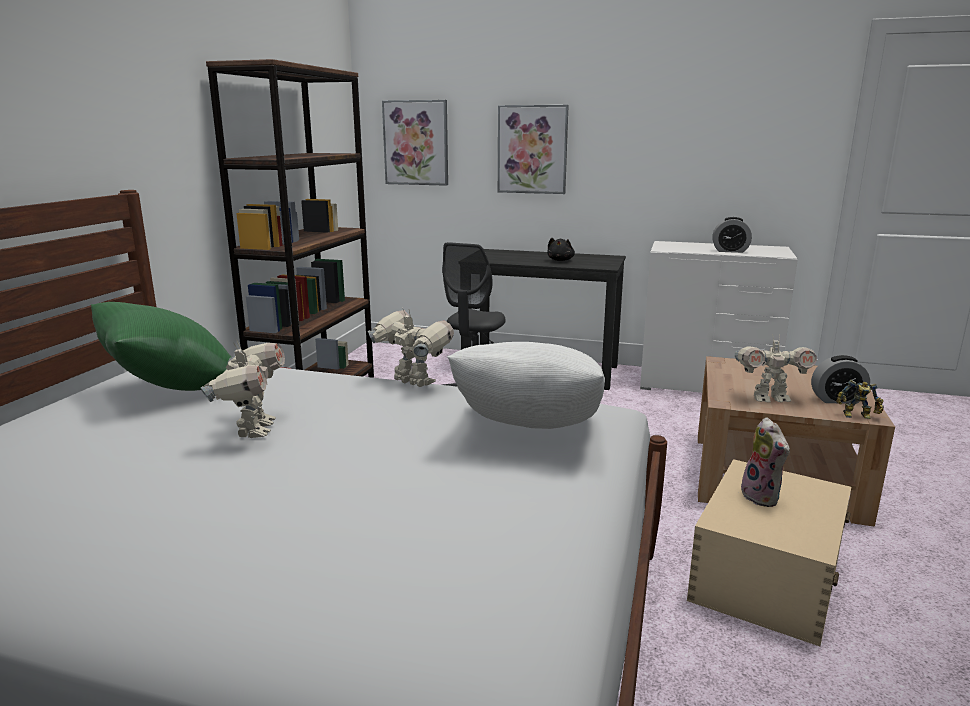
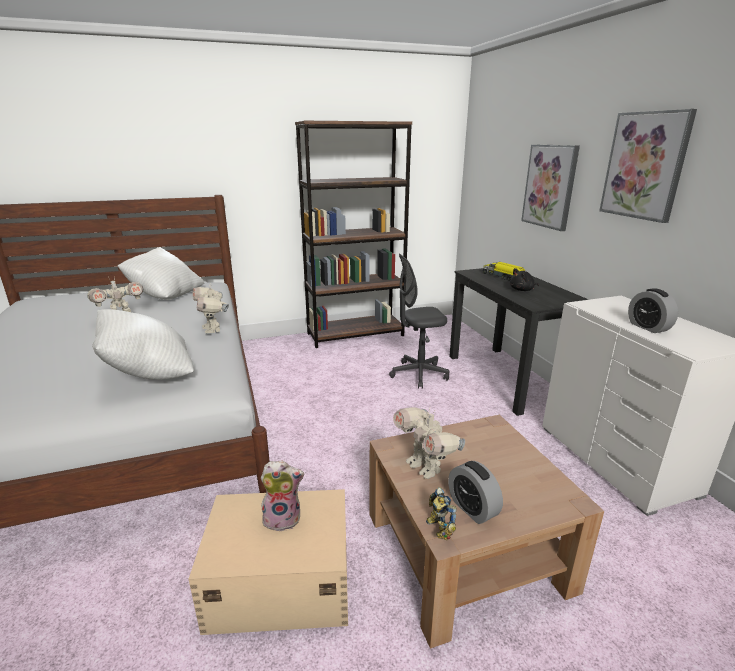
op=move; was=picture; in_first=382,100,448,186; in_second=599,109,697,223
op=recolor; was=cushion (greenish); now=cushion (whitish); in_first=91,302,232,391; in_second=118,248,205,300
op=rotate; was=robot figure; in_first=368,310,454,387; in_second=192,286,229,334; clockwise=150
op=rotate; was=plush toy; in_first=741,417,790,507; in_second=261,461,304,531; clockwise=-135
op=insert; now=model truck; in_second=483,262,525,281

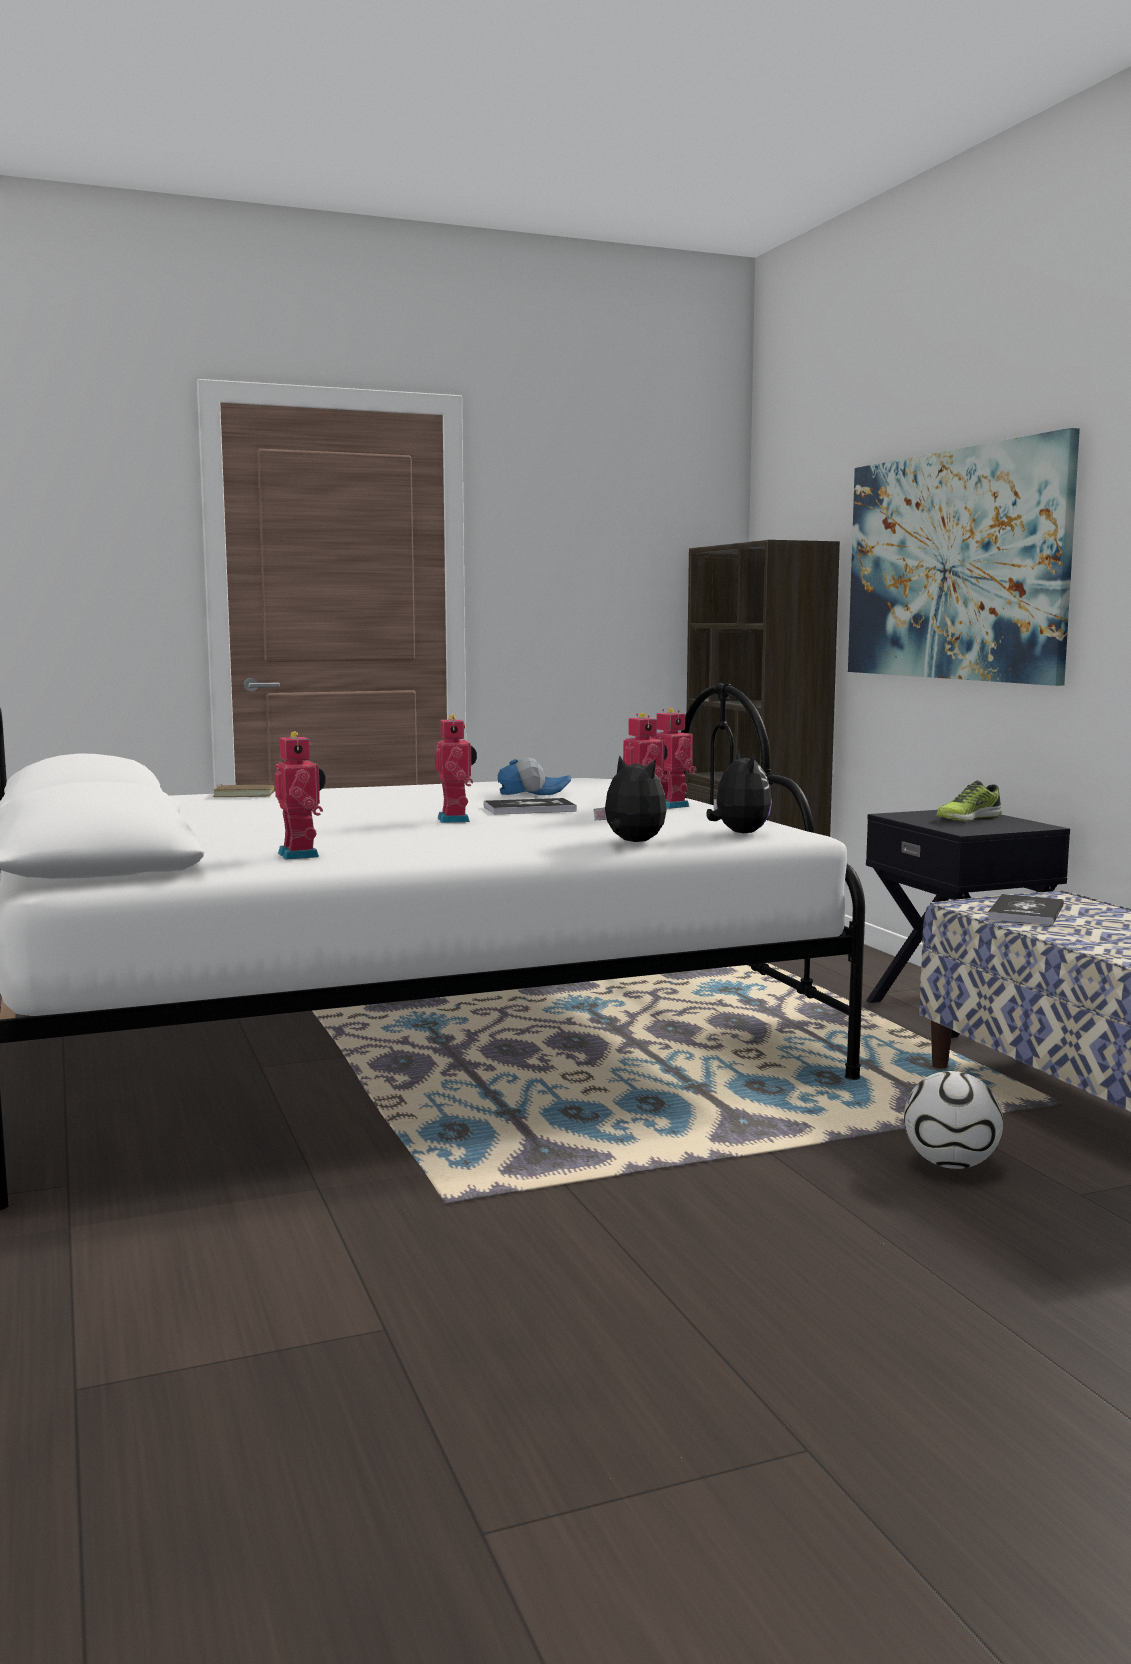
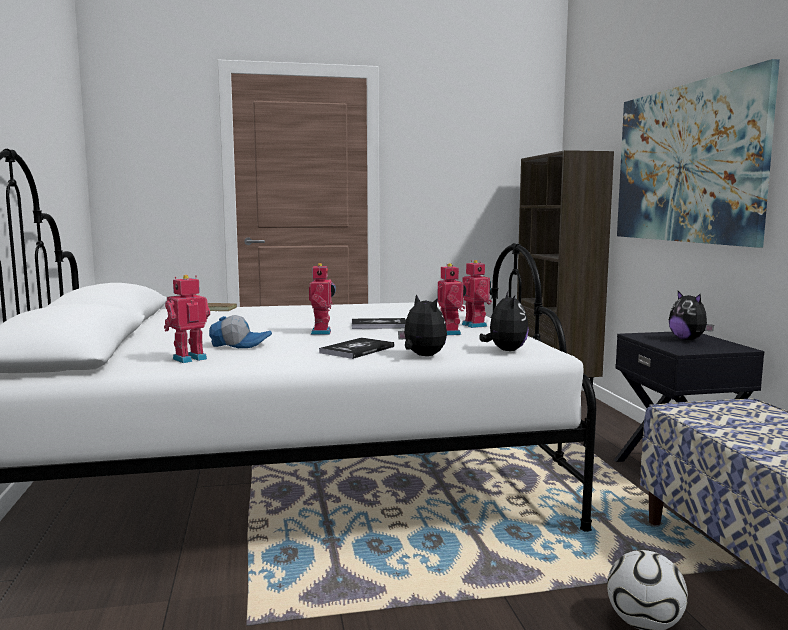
op=rotate; was=robot figure; in_first=275,731,326,860; in_second=164,275,210,363; clockwise=-120
op=move; was=cap; in_first=497,757,571,795; in_second=209,315,272,348
op=replace; was=item of footwear; now=plush toy; in_first=937,780,1002,821; in_second=669,291,714,340
op=move; was=book; in_first=988,894,1064,925; in_second=319,337,394,359

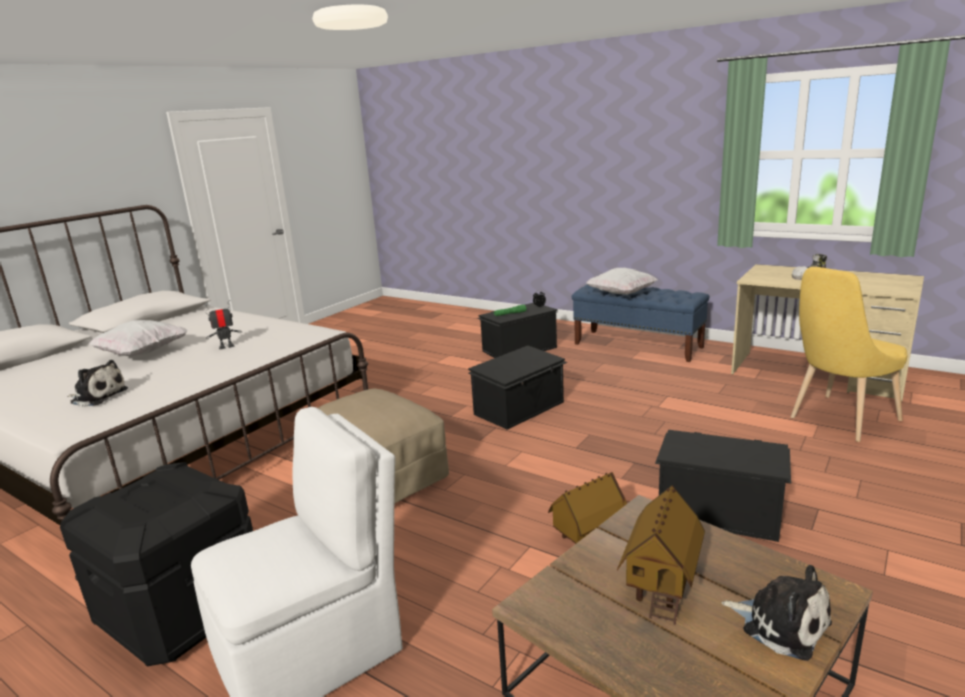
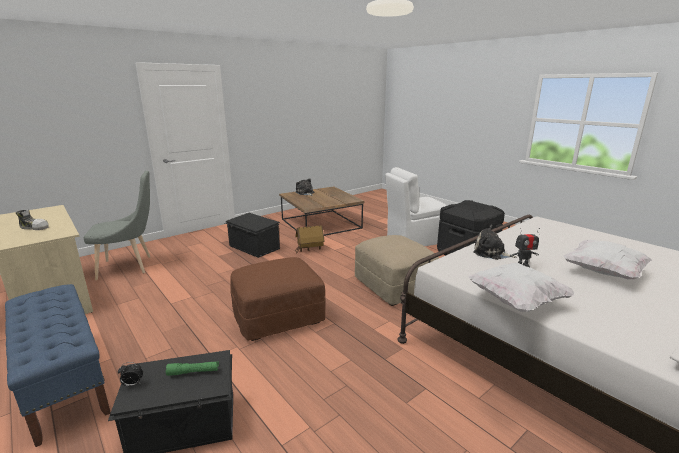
op=recolor; was=upright chair (yellowish); now=upright chair (greyish); in_first=791,267,907,442; in_second=84,171,150,280
op=move; was=cushion (whitish); in_first=586,268,658,295; in_second=469,263,575,312
op=replace; was=storage bin (blackish); now=pouffe (brown); in_first=468,346,568,430; in_second=230,257,325,341
op=move; was=plush toy; in_first=67,360,128,407; in_second=473,225,517,260
op=delete; was=model house; in_first=617,485,705,625

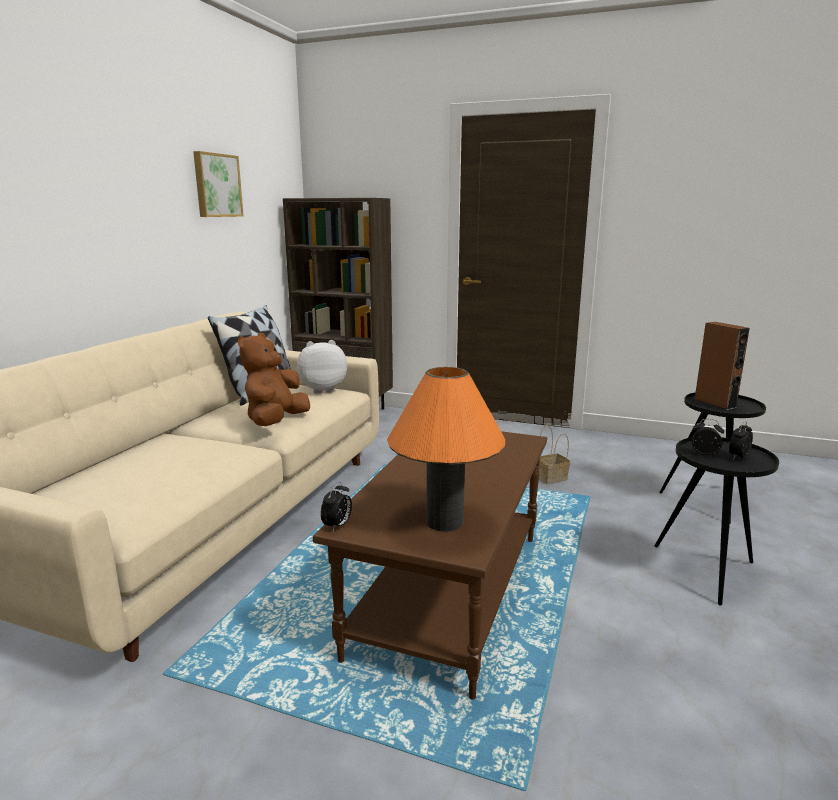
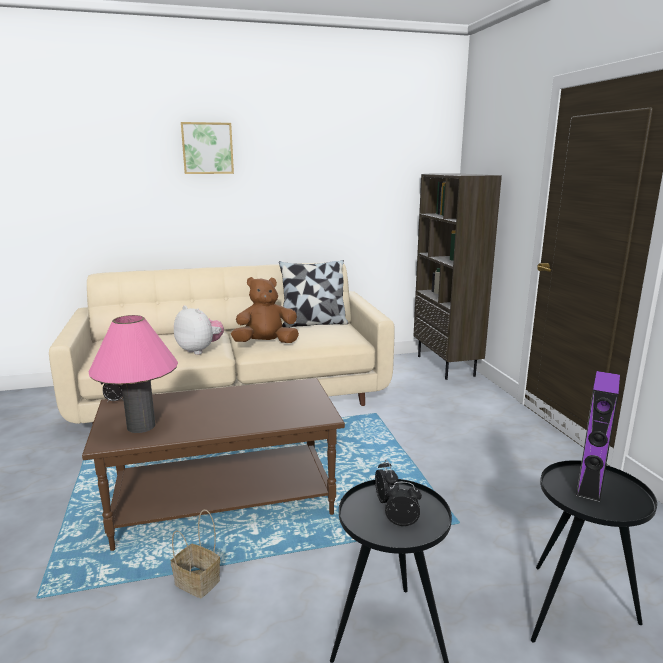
op=move; was=picture; in_first=193,151,244,217; in_second=181,122,234,174
op=recolor; was=loudspeaker (brown); now=loudspeaker (purplish); in_first=694,322,750,410; in_second=576,371,620,502
op=move; was=plush toy; in_first=297,340,347,394; in_second=174,305,224,355
op=recolor; was=table lamp (orange-coloured); now=table lamp (pink); in_first=387,367,505,532; in_second=89,315,178,433
op=move; was=basket; in_first=539,425,570,484; in_second=171,509,220,598

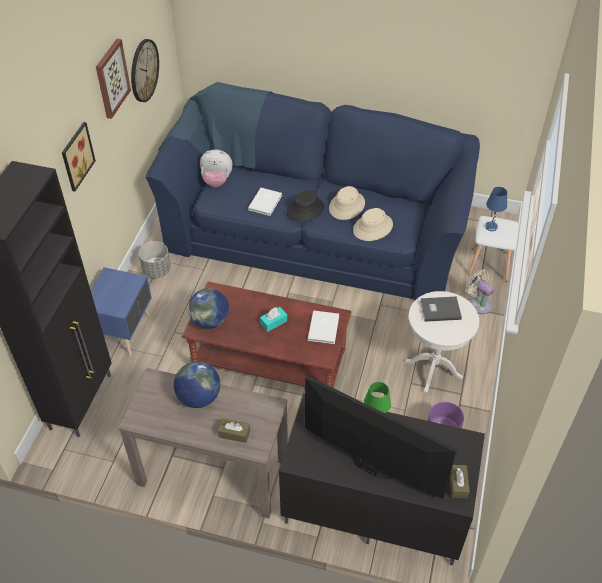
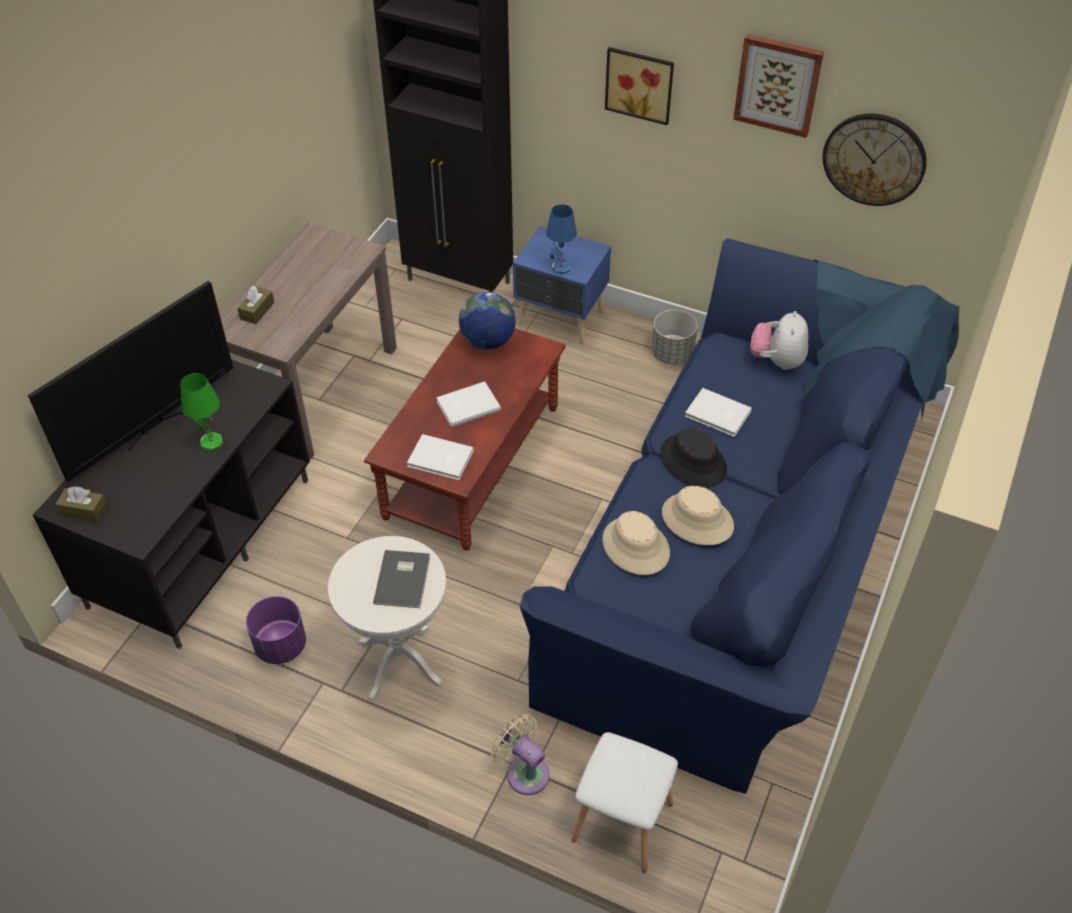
op=move; was=table lamp (blue-coloured); in_first=485,187,507,231; in_second=546,204,577,274
op=rotate; was=fan (beige); in_first=465,269,494,314; in_second=491,714,549,795; clockwise=-105
op=replace; was=tissue box (blue-green); now=book (whitish); in_first=260,307,287,332; in_second=436,381,501,427
op=delete; was=desk globe; in_first=174,361,220,408

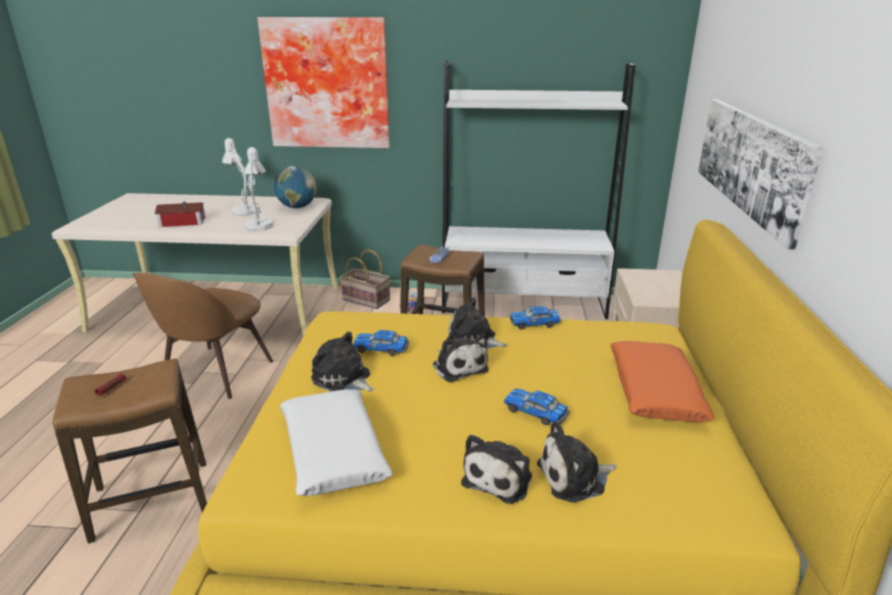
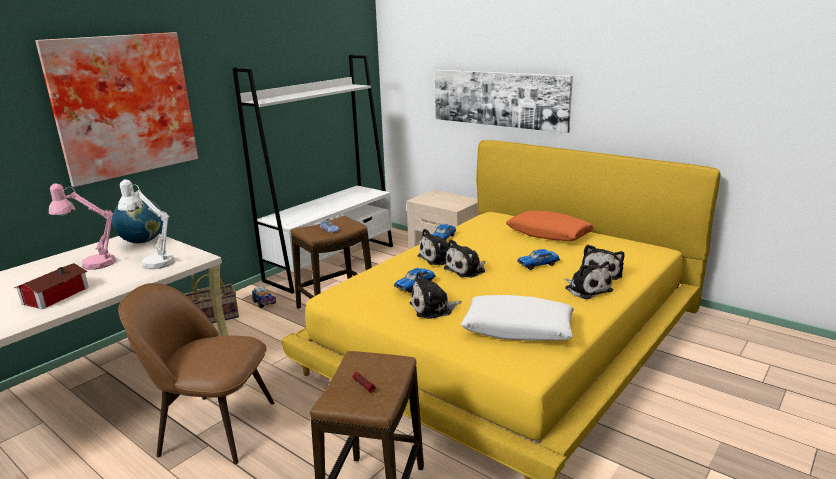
op=recolor; was=table lamp (whitish); now=table lamp (pink); in_first=222,138,258,216; in_second=49,183,116,270
op=rotate; was=upright chair (brown); in_first=133,273,273,399; in_second=118,283,274,464; clockwise=135
op=rotate; was=plush toy; in_first=433,334,489,382; in_second=444,239,486,278; clockwise=135

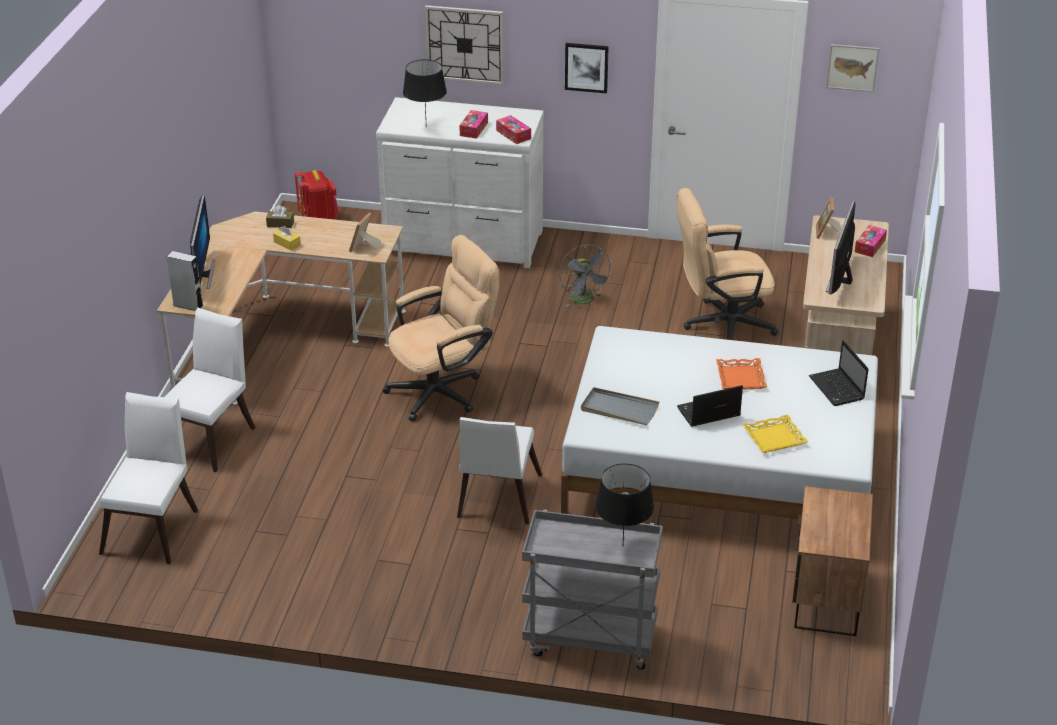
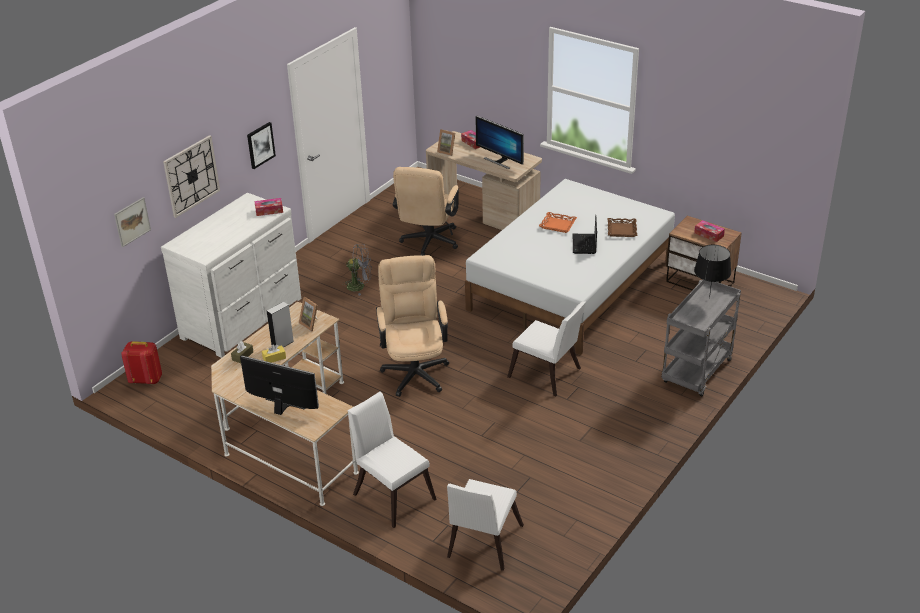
op=move; was=picture; in_first=826,44,879,92; in_second=114,197,151,247
op=delete; was=table lamp (blackish); in_first=403,59,447,117
op=move; was=tissue box; in_first=459,110,488,139; in_second=694,220,725,242
op=move; was=loudspeaker (greyish); in_first=167,251,203,311; in_second=267,302,294,348
op=delete; was=portable computer; in_first=809,340,869,406
op=delete; was=carrying tray (greyish); in_first=581,387,659,425
op=rotate; was=upright chair (whitish); in_first=99,392,198,564; in_second=447,479,524,571; clockwise=-105
op=recolor; was=carrying tray (yellowish); now=carrying tray (brown); in_first=743,415,809,453; in_second=607,218,637,237

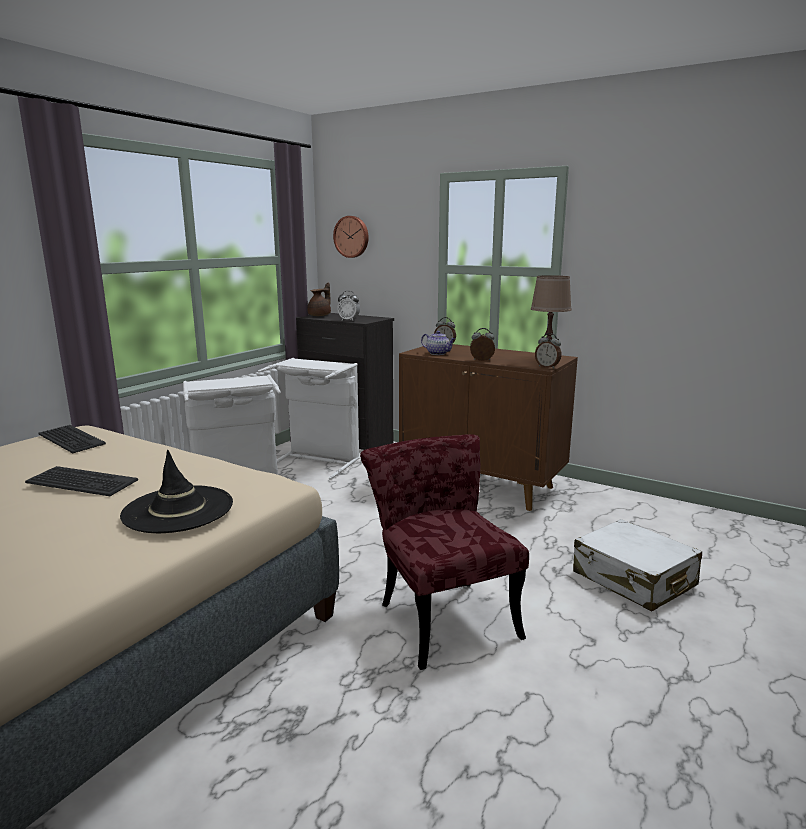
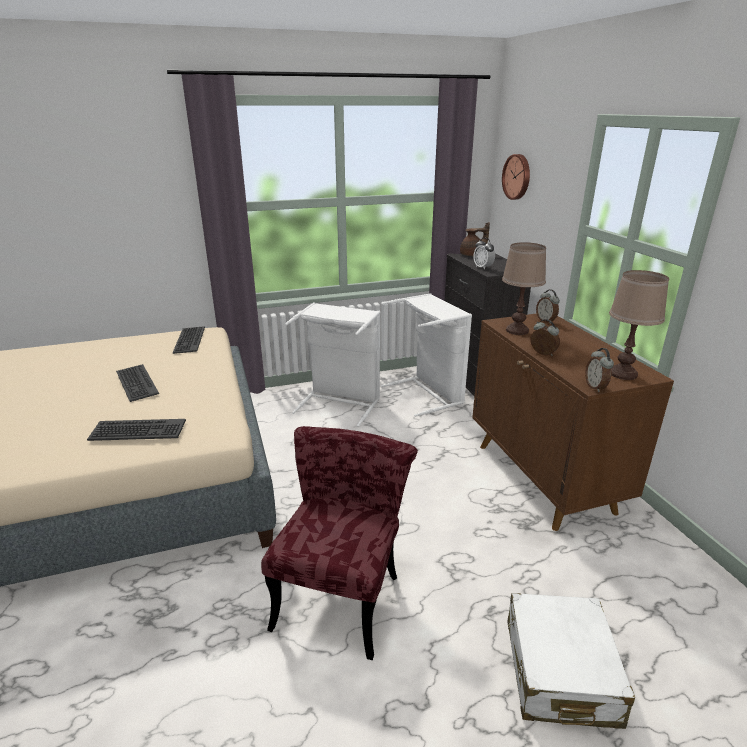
op=replace; was=pot for tea; now=table lamp (brown); in_first=421,331,456,355; in_second=502,242,546,335
op=replace; was=wearable hat (blackish); now=computer keyboard; in_first=120,450,233,533; in_second=87,419,186,441

